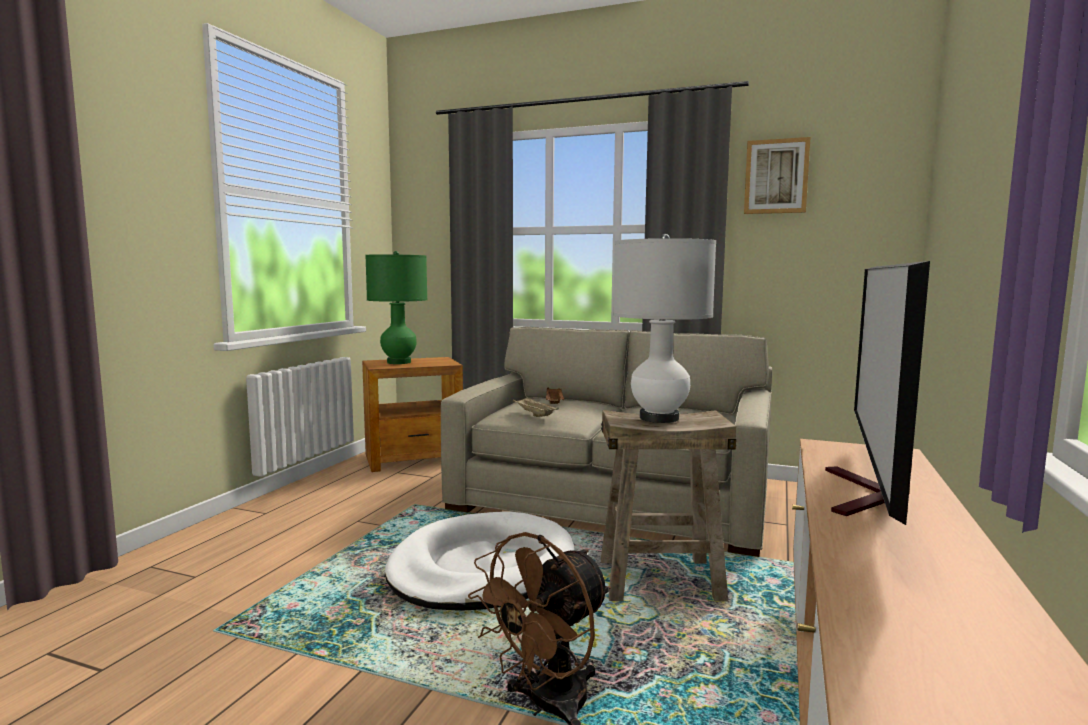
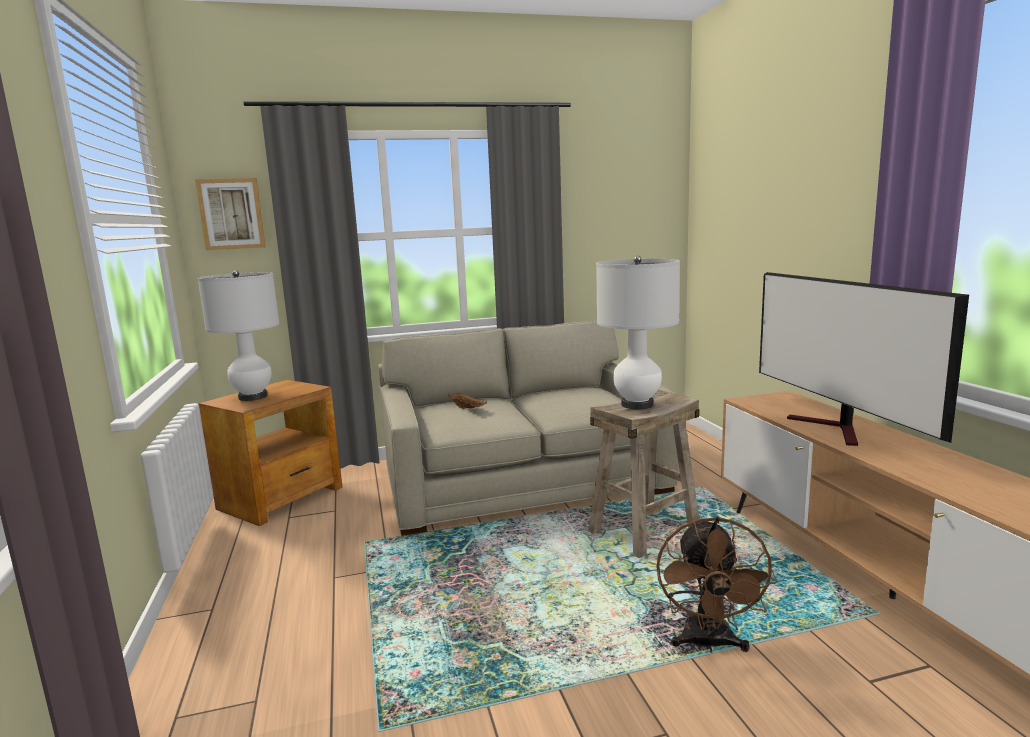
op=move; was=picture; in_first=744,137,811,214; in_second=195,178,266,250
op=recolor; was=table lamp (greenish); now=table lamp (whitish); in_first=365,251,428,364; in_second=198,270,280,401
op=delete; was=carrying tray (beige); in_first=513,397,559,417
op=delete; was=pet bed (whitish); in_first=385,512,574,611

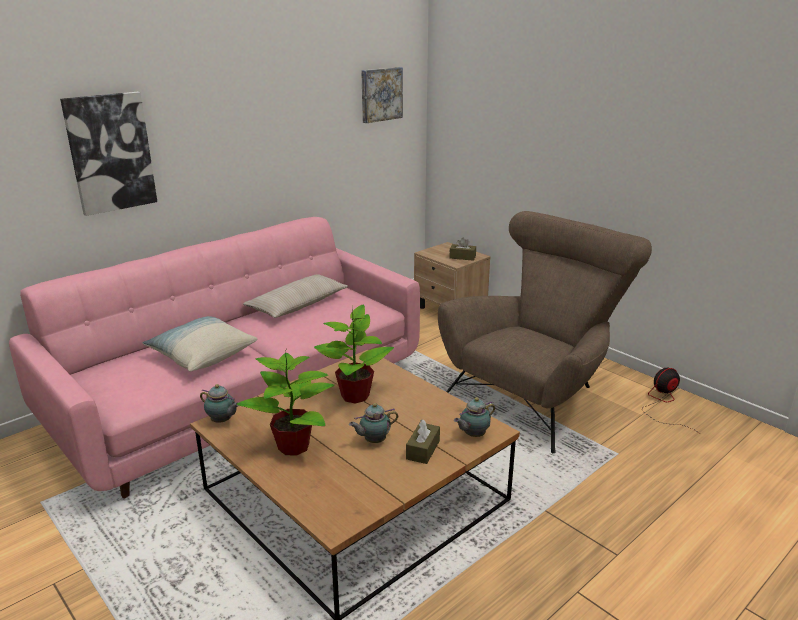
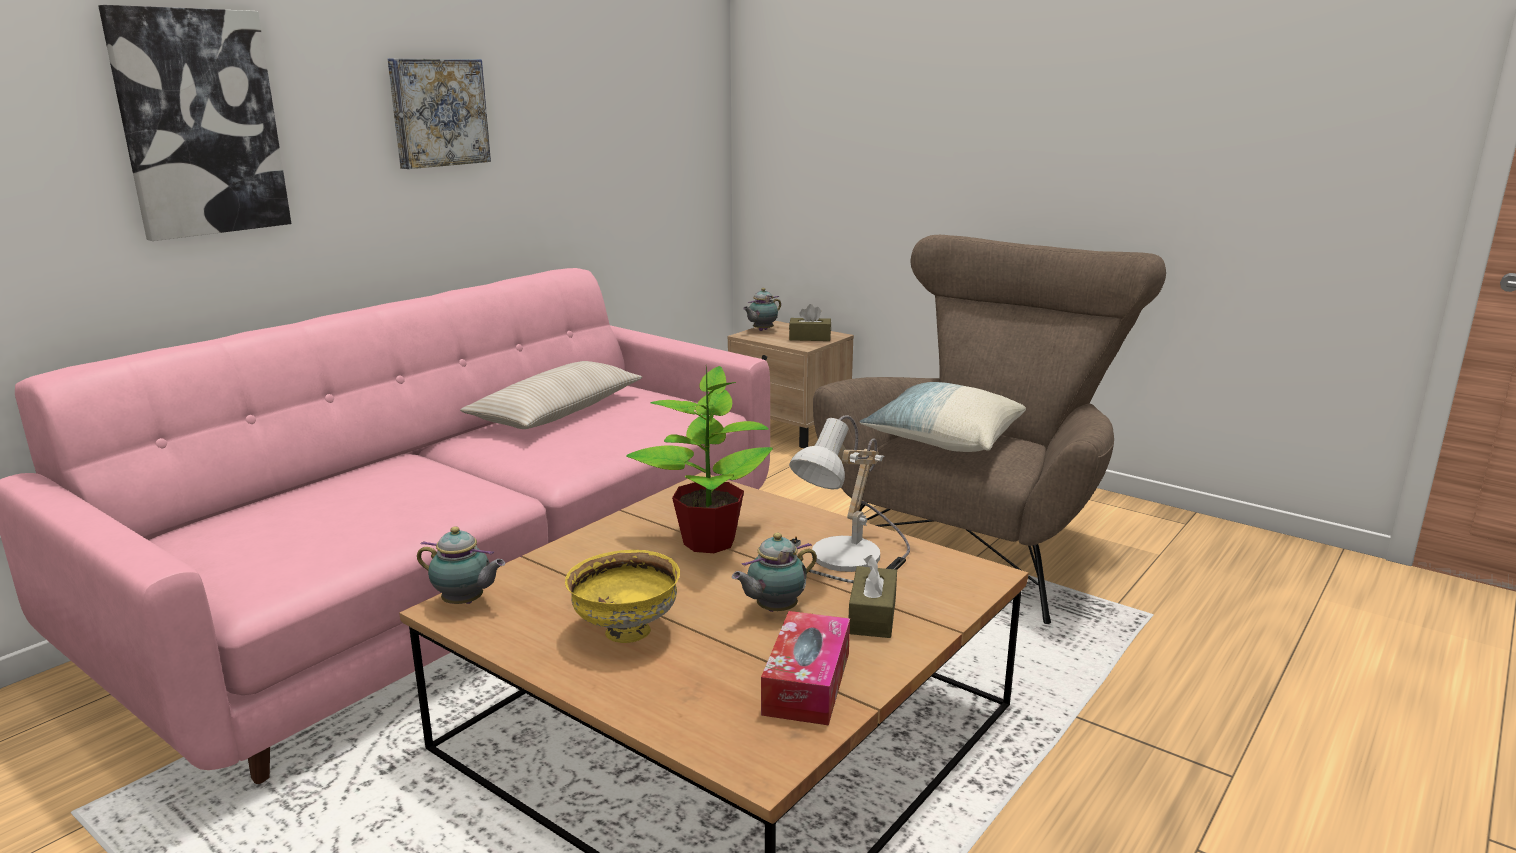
op=move; was=picture; in_first=361,67,403,123; in_second=388,59,491,169
op=move; was=cushion; in_first=142,316,258,372; in_second=860,382,1026,452
op=replace; was=potted plant; now=bowl (yellowish); in_first=237,351,334,456; in_second=565,550,680,643
op=delete; was=fan; in_first=645,368,700,434
op=move; was=pot for tea; in_first=454,397,495,437; in_second=743,288,781,331
op=insert; now=table lamp; in_second=789,415,910,583
op=insert; now=tissue box; in_second=761,611,850,725

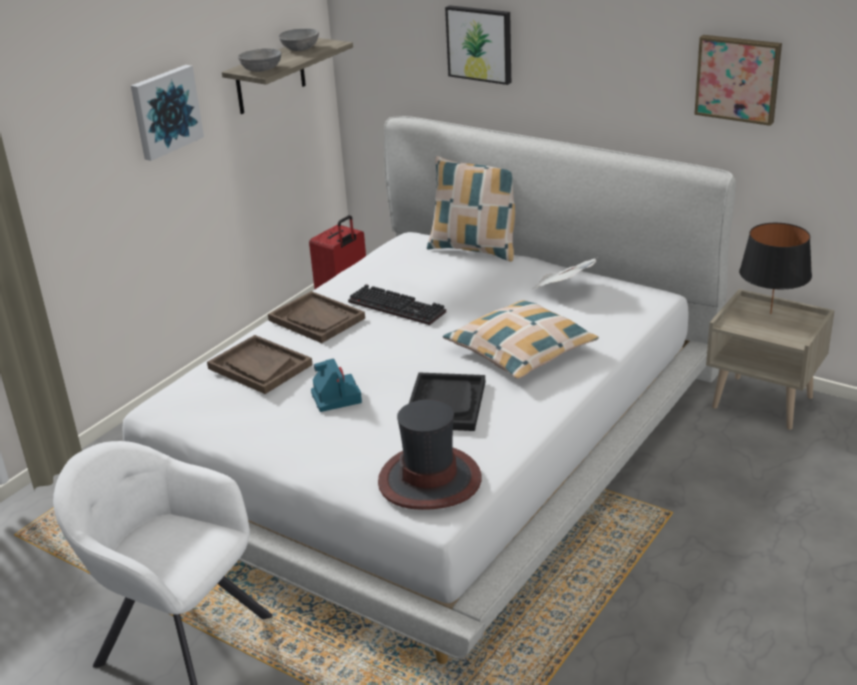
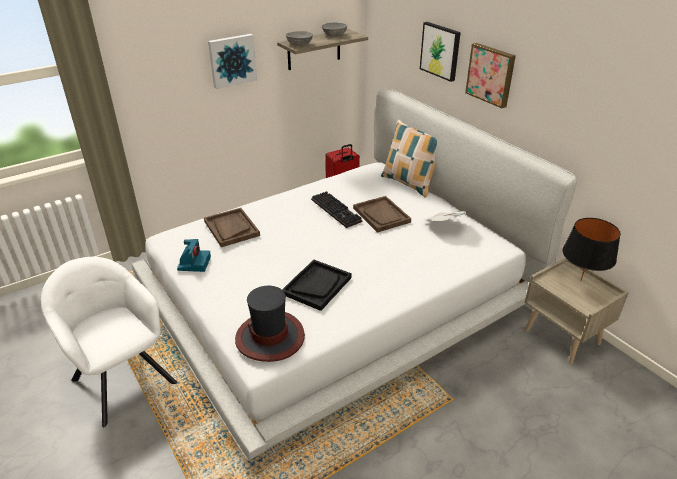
op=move; was=picture; in_first=694,35,782,126; in_second=465,43,516,108
op=move; was=carrying tray (brown); in_first=268,291,365,343; in_second=353,196,411,233
op=delete; was=cushion; in_first=443,300,599,379
op=move; was=photo camera; in_first=311,358,362,412; in_second=177,239,211,272

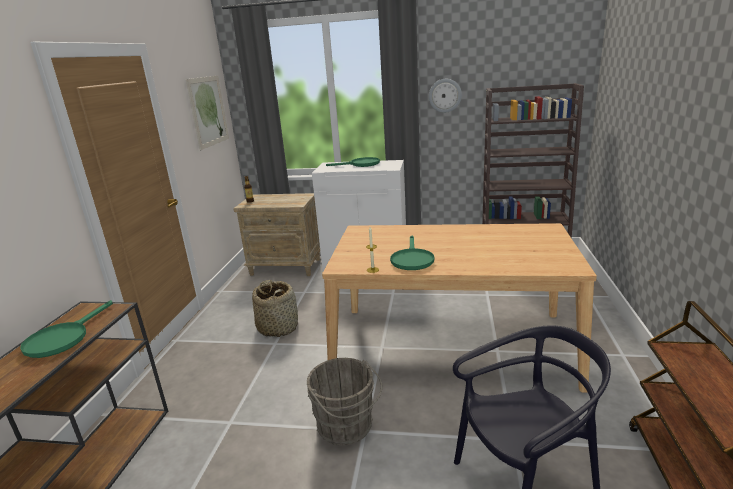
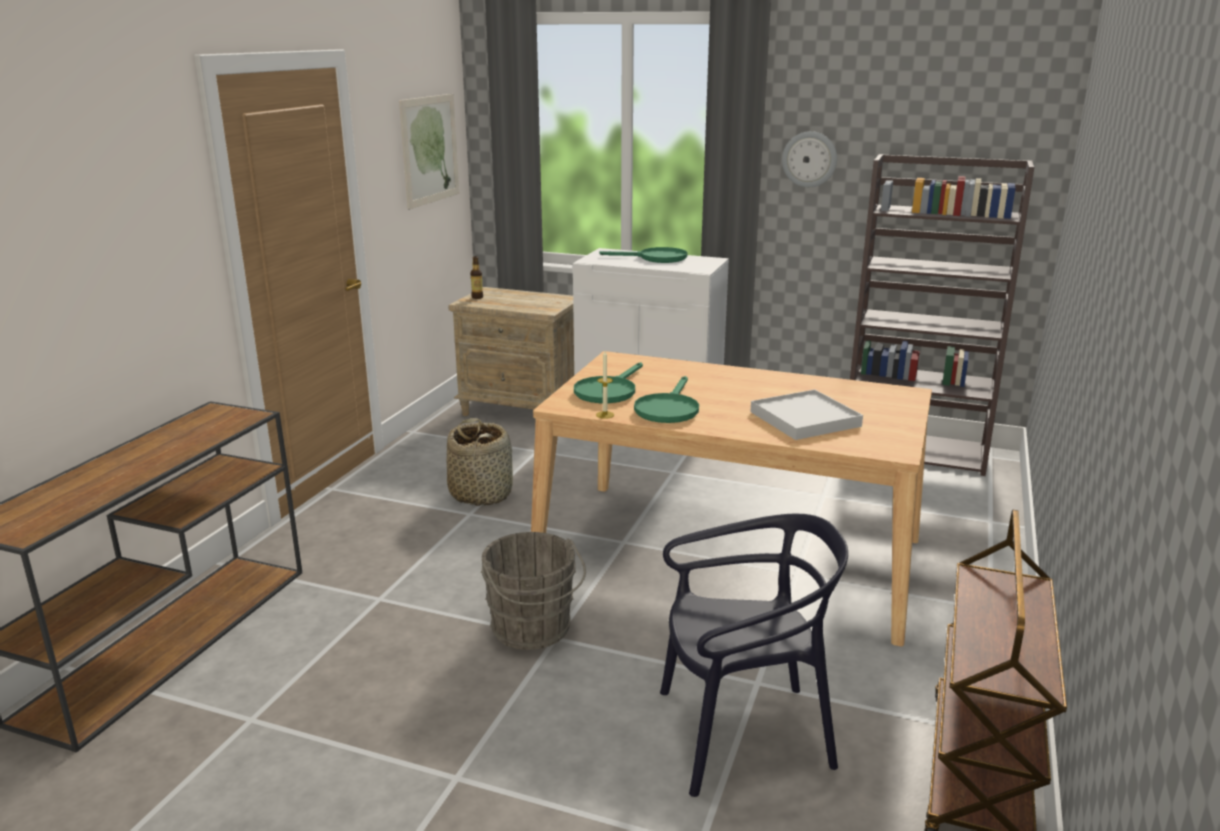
op=move; was=skillet (greenish); in_first=20,300,113,358; in_second=574,362,643,403
op=insert; now=carrying tray (whitish); in_second=750,390,863,440

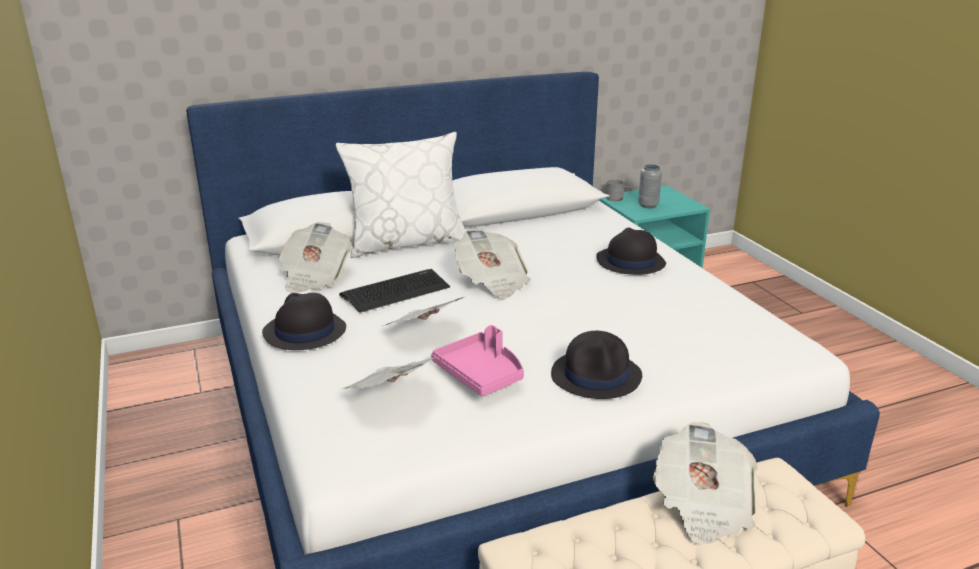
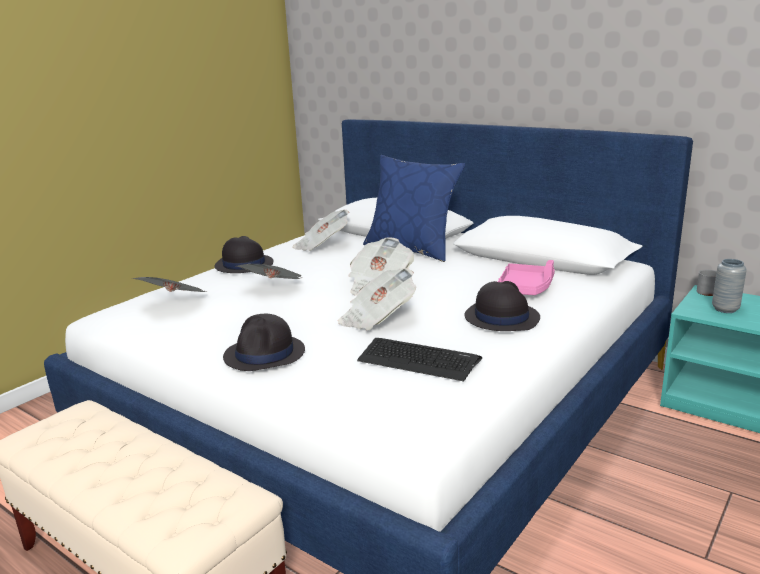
op=recolor; was=cushion (whitish); now=cushion (blue-coloured); in_first=336,132,465,258; in_second=363,155,465,262
op=move; was=computer keyboard; in_first=339,269,450,313; in_second=357,338,482,381
op=move; was=carrying tray (pink); in_first=431,325,524,396; in_second=498,260,555,295
op=move; was=newspaper; in_first=653,422,758,545; in_second=338,268,416,331

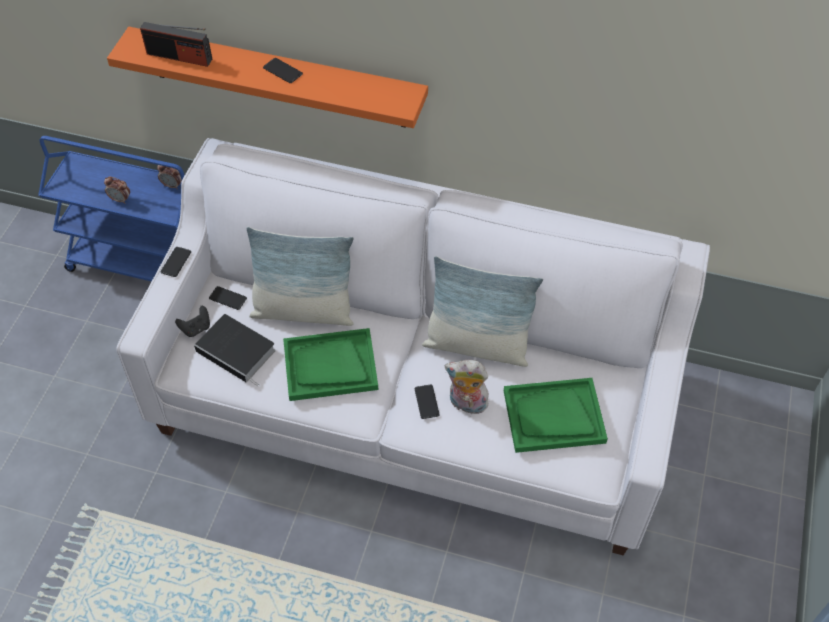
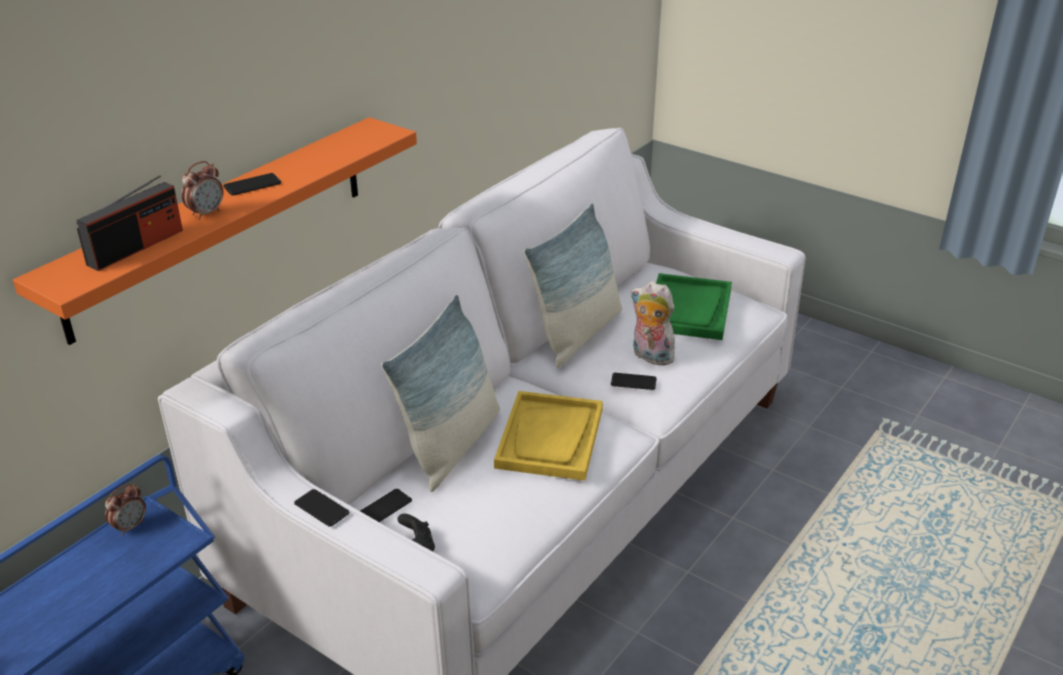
op=move; was=bedside clock; in_first=104,176,130,204; in_second=181,161,223,220
op=delete; was=book; in_first=194,314,276,387
op=recolor; was=carrying tray (greenish); now=carrying tray (yellowish); in_first=283,328,378,401; in_second=494,391,603,481
op=rotate; was=plush toy; in_first=445,360,489,414; in_second=630,281,675,366; clockwise=90

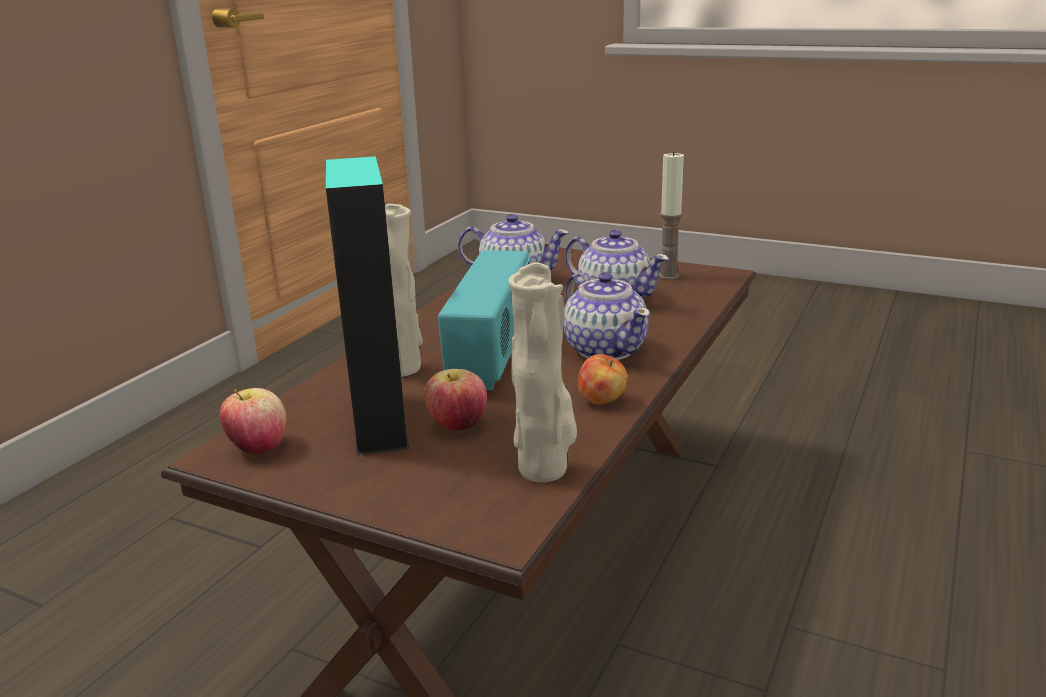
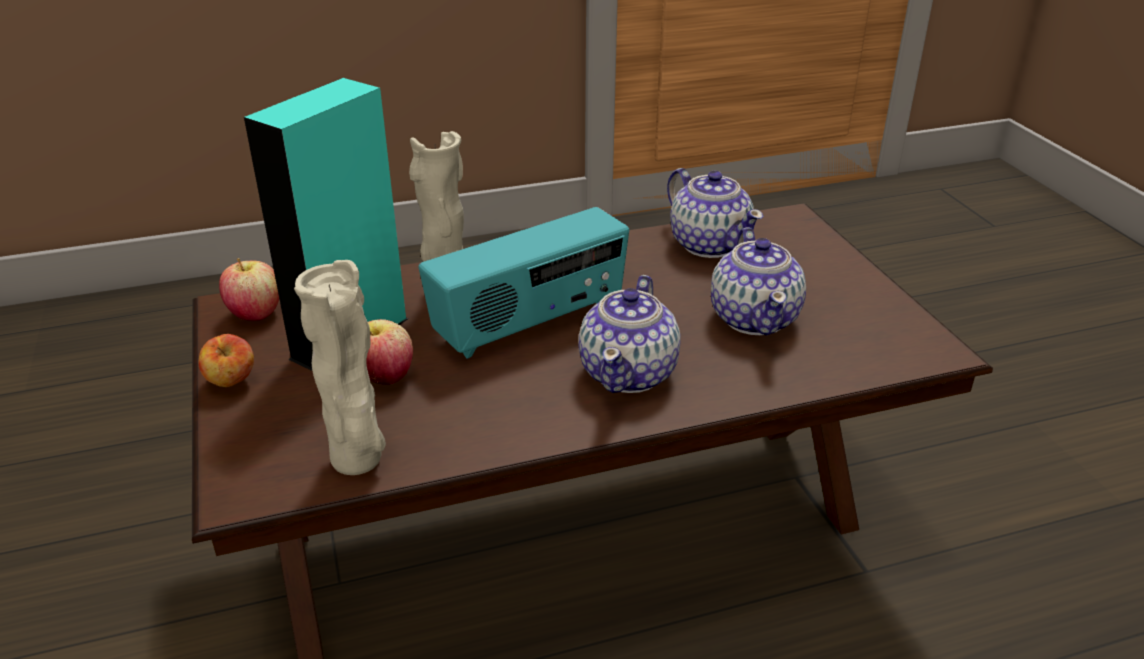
op=delete; was=candle; in_first=659,151,684,280
op=move; was=whole apple; in_first=578,354,628,404; in_second=199,334,254,387

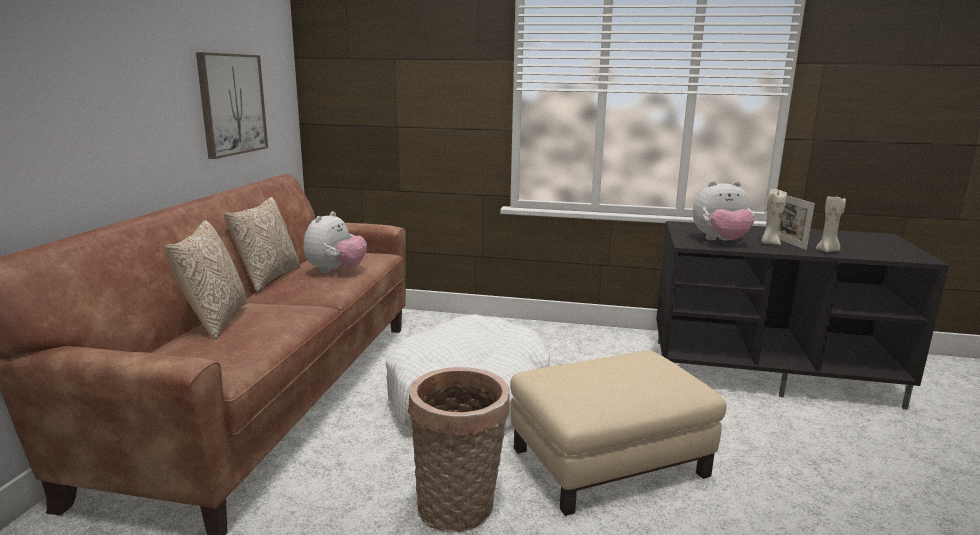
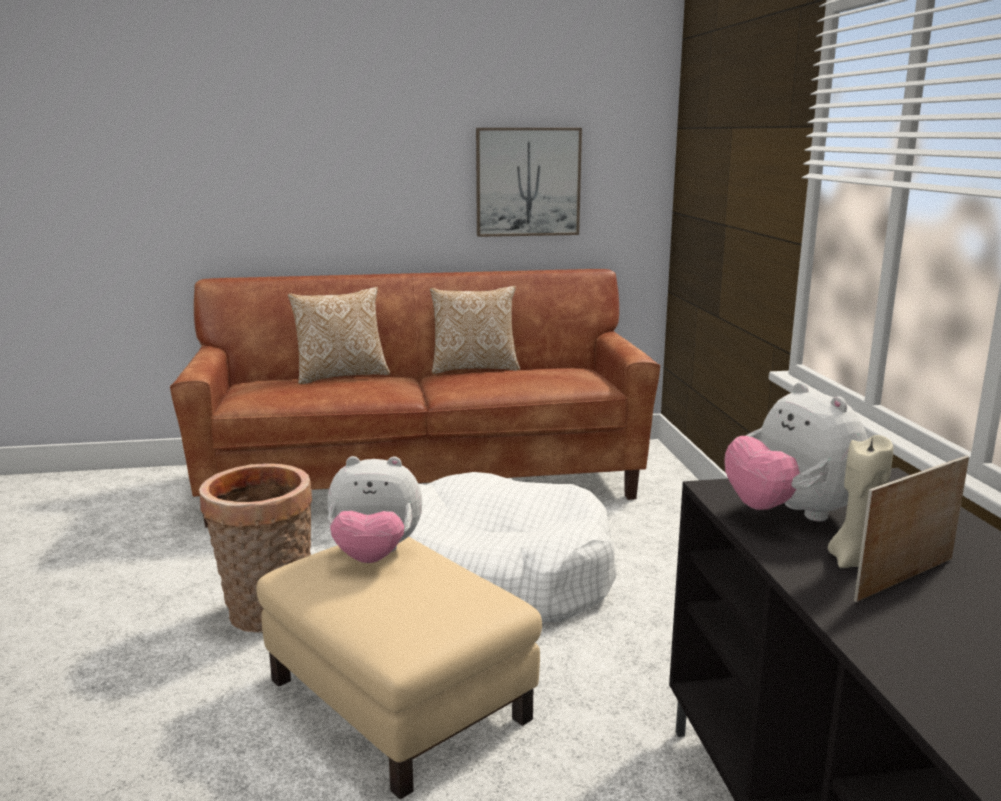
op=delete; was=candle (beige); in_first=816,196,846,252
op=move; was=plush toy; in_first=304,211,367,273; in_second=327,456,422,563

